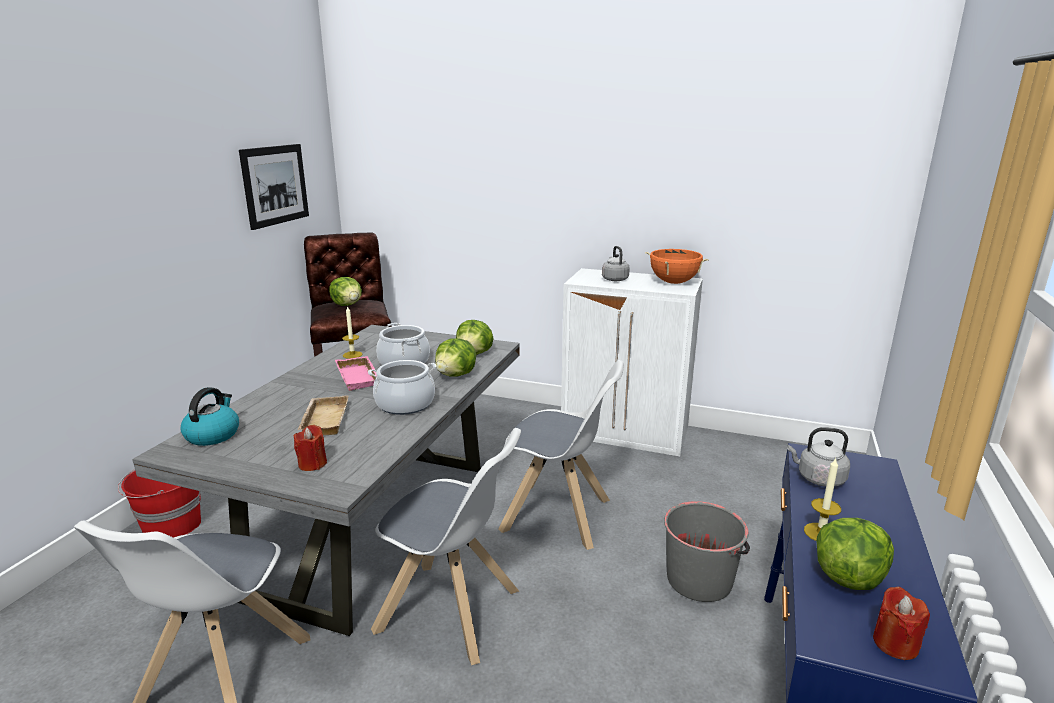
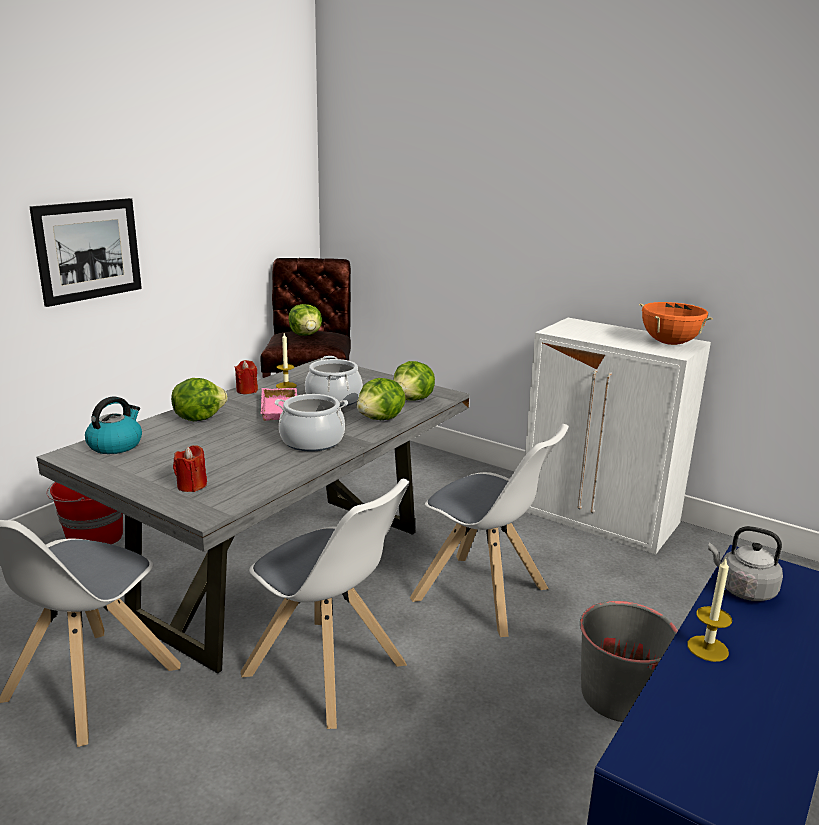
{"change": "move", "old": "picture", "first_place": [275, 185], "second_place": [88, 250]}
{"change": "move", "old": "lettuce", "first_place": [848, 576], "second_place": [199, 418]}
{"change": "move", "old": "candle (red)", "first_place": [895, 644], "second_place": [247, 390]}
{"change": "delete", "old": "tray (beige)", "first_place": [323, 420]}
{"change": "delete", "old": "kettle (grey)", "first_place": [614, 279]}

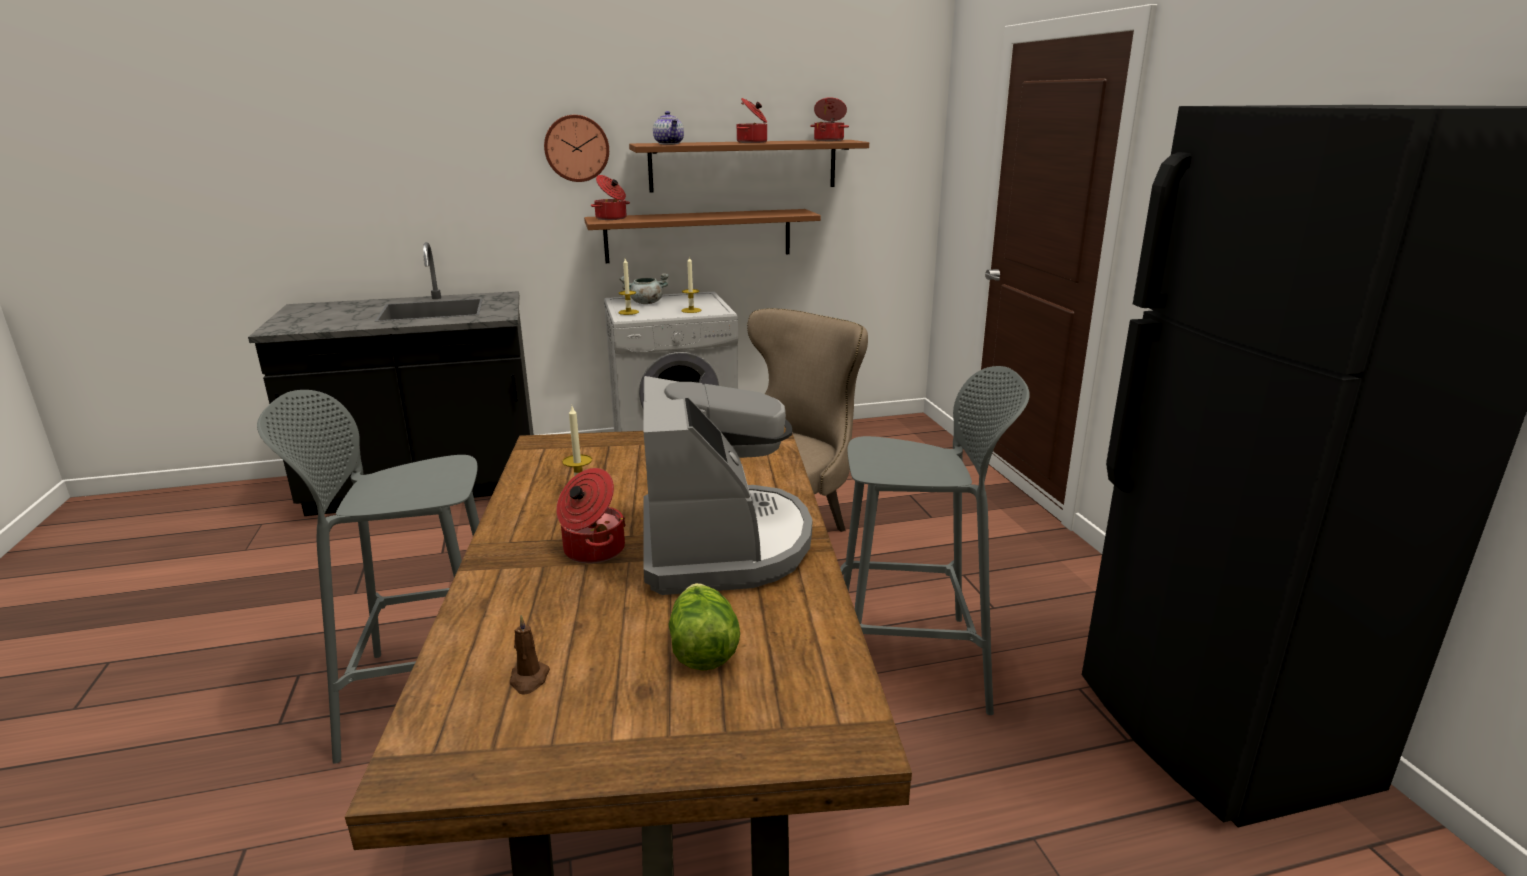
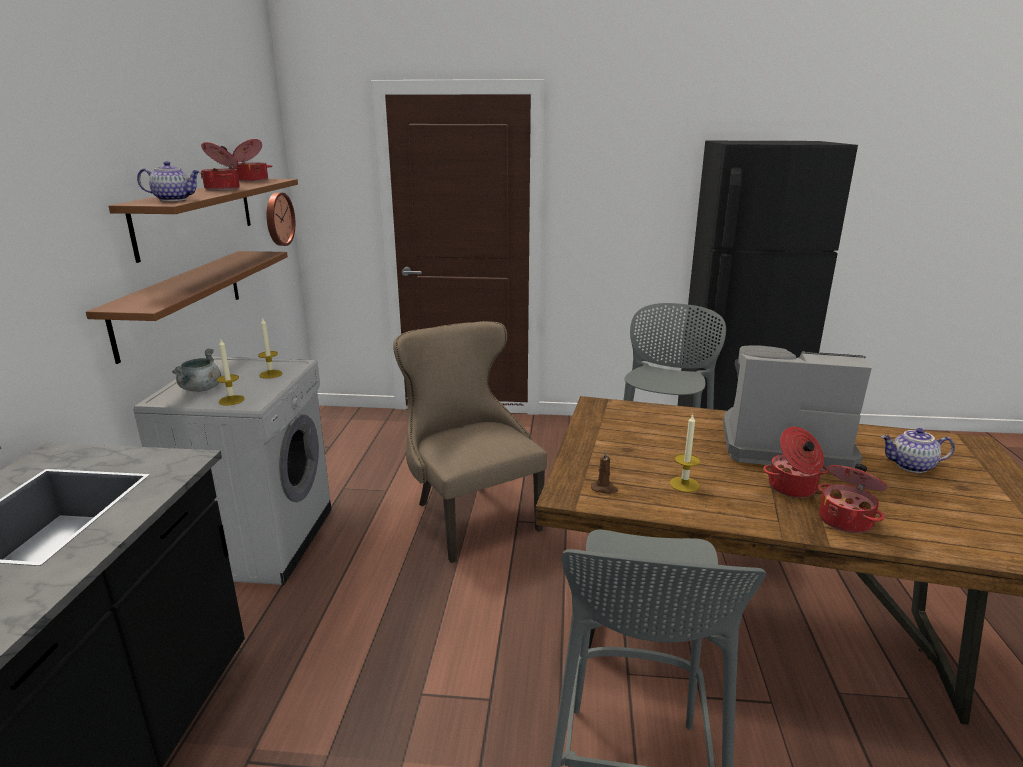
{"change": "move", "old": "wall clock", "first_place": [576, 148], "second_place": [278, 219]}
{"change": "move", "old": "candle (brown)", "first_place": [529, 679], "second_place": [604, 489]}
{"change": "move", "old": "cooking pot", "first_place": [611, 218], "second_place": [846, 520]}
{"change": "replace", "old": "lettuce", "new": "teapot", "first_place": [702, 647], "second_place": [911, 466]}

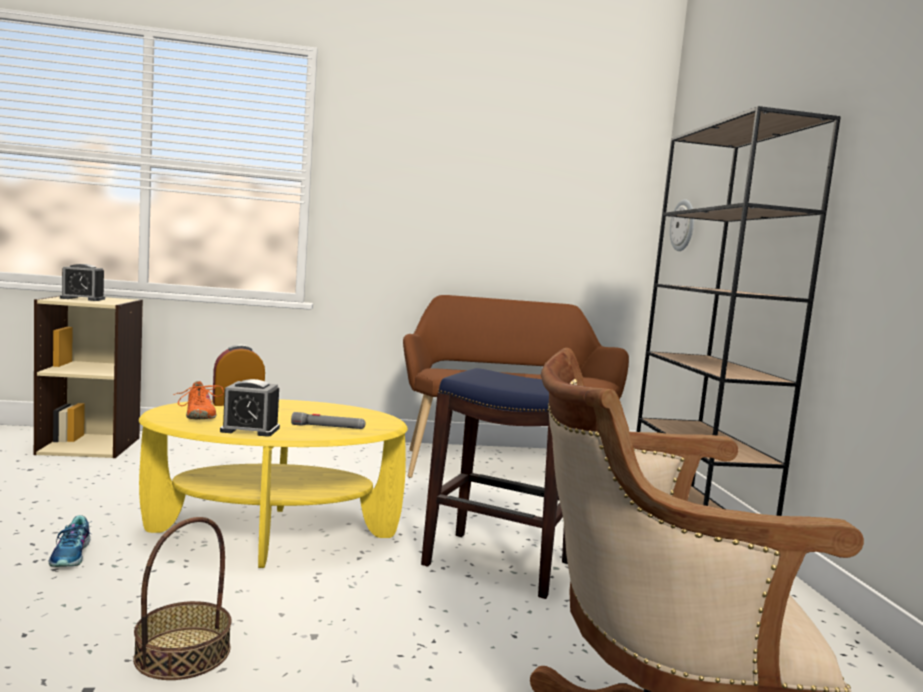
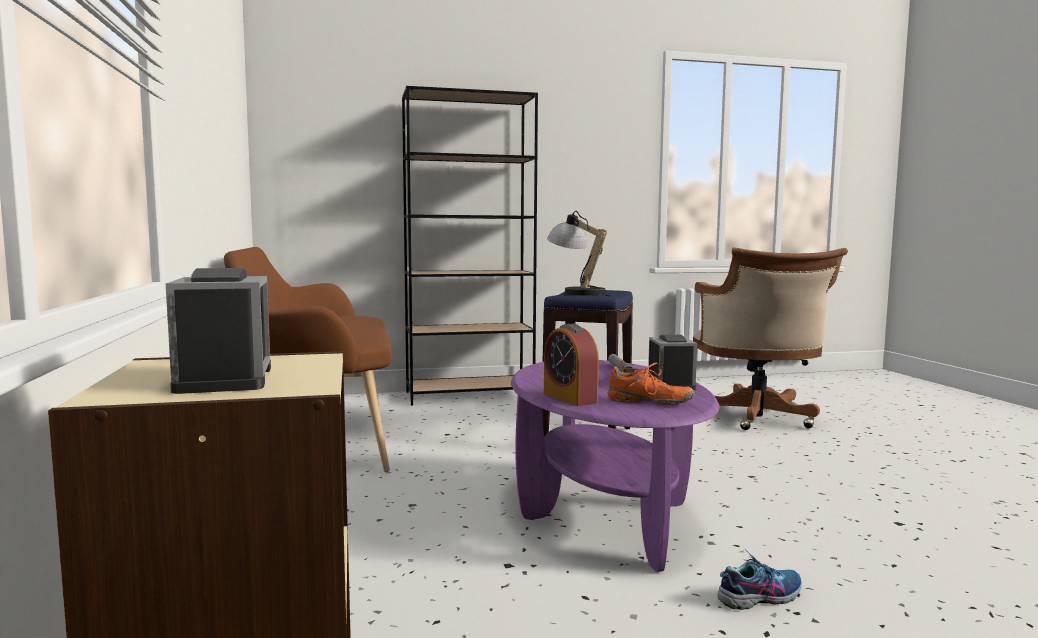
{"change": "recolor", "old": "coffee table (yellow)", "new": "coffee table (purple)", "first_place": [272, 534], "second_place": [604, 511]}
{"change": "insert", "new": "table lamp", "second_place": [577, 292]}
{"change": "rotate", "old": "shoe (orange)", "first_place": [198, 415], "second_place": [649, 402], "degrees": 45}
{"change": "delete", "old": "basket", "first_place": [183, 653]}
{"change": "delete", "old": "wall clock", "first_place": [683, 225]}

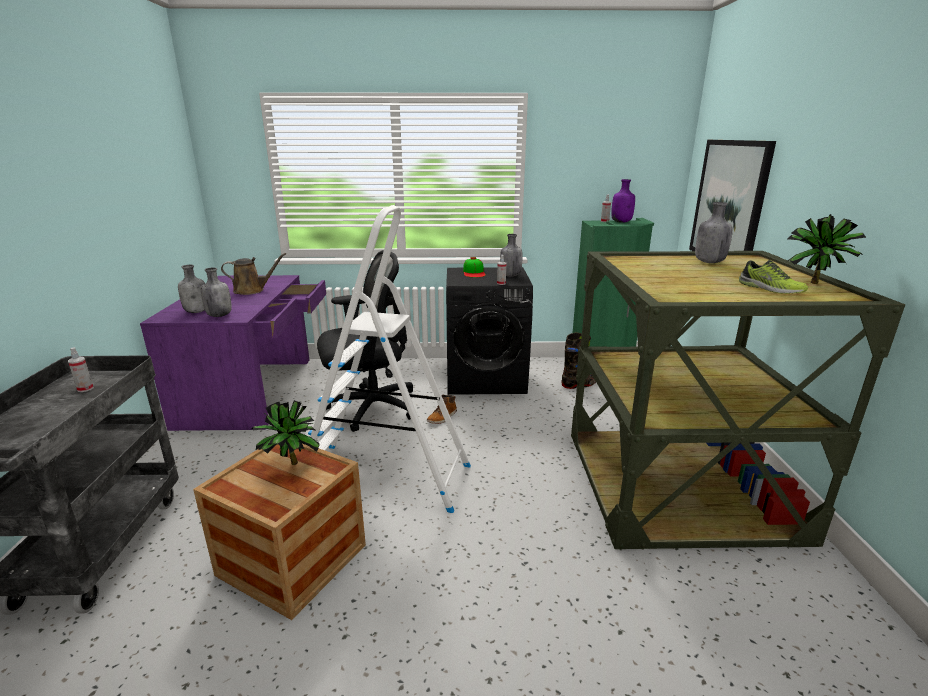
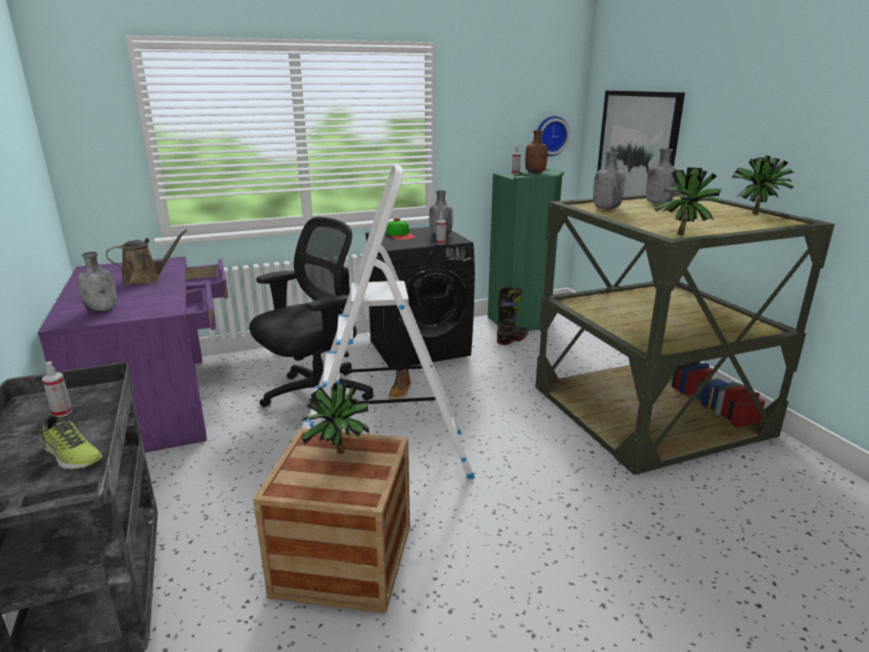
{"change": "move", "old": "shoe", "first_place": [769, 289], "second_place": [71, 455]}
{"change": "recolor", "old": "bottle (purple)", "new": "bottle (brown)", "first_place": [621, 222], "second_place": [535, 172]}
{"change": "insert", "new": "wall clock", "second_place": [550, 136]}
{"change": "move", "old": "bottle (grey)", "first_place": [219, 315], "second_place": [605, 208]}
{"change": "insert", "new": "potted plant", "second_place": [685, 235]}

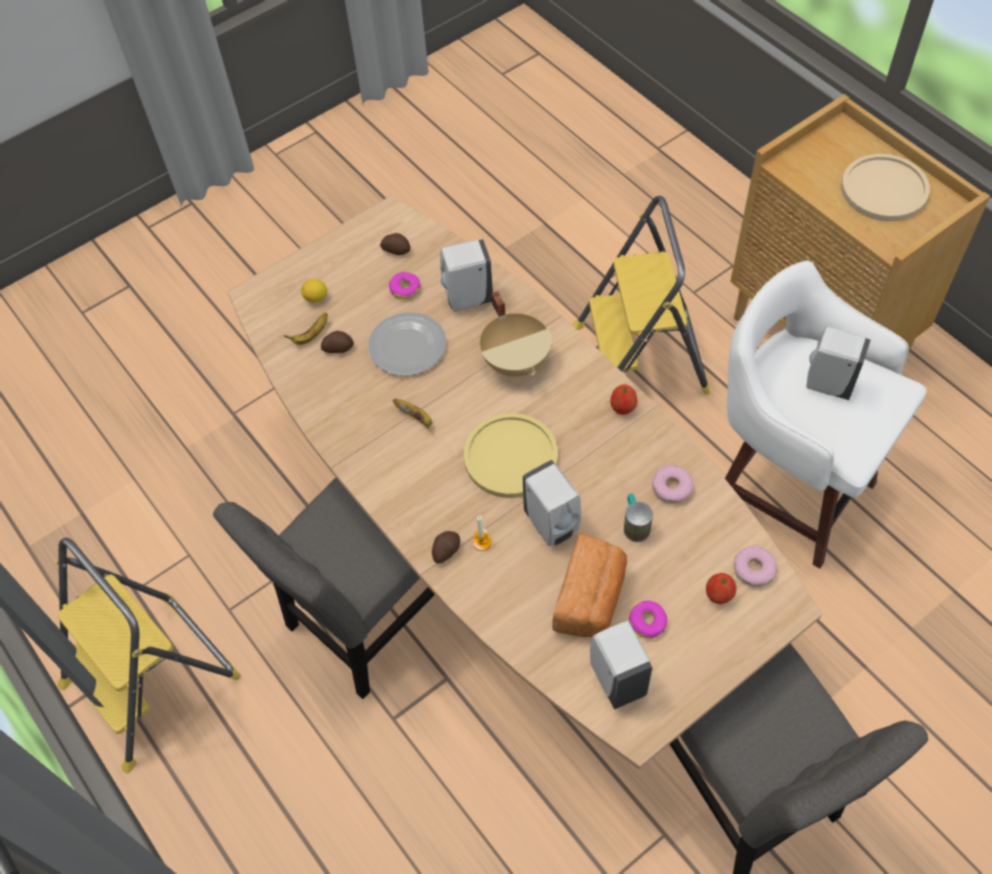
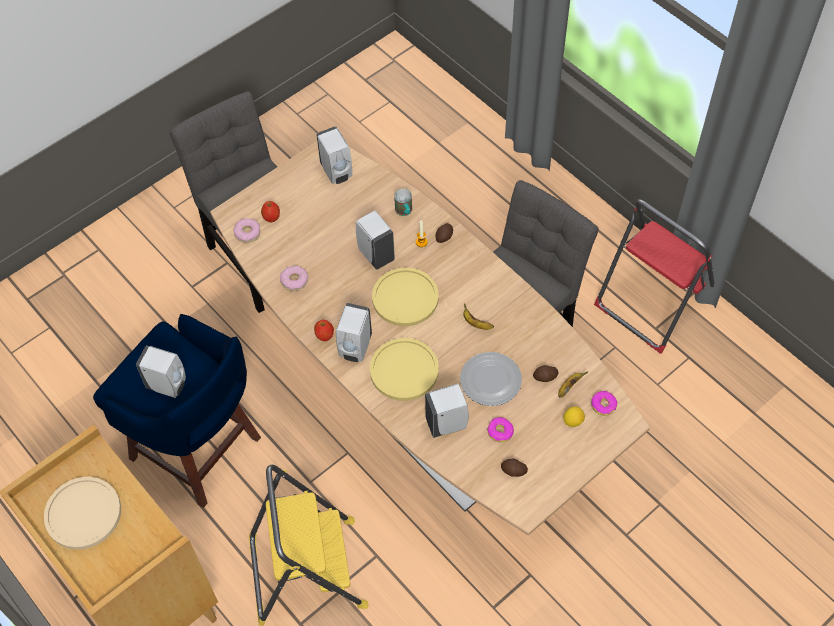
{"change": "recolor", "old": "stool (white)", "new": "stool (blue)", "first_place": [786, 489], "second_place": [199, 452]}
{"change": "insert", "new": "soap dispenser (white)", "second_place": [355, 349]}
{"change": "replace", "old": "cooking pot (beige)", "new": "plate (yellow)", "first_place": [516, 361], "second_place": [404, 370]}
{"change": "move", "old": "mug", "first_place": [634, 524], "second_place": [404, 212]}
{"change": "move", "old": "donut", "first_place": [647, 622], "second_place": [603, 405]}
{"change": "recolor", "old": "step ladder (yellow)", "new": "step ladder (red)", "first_place": [156, 676], "second_place": [652, 303]}
{"change": "delete", "old": "bread", "first_place": [591, 599]}

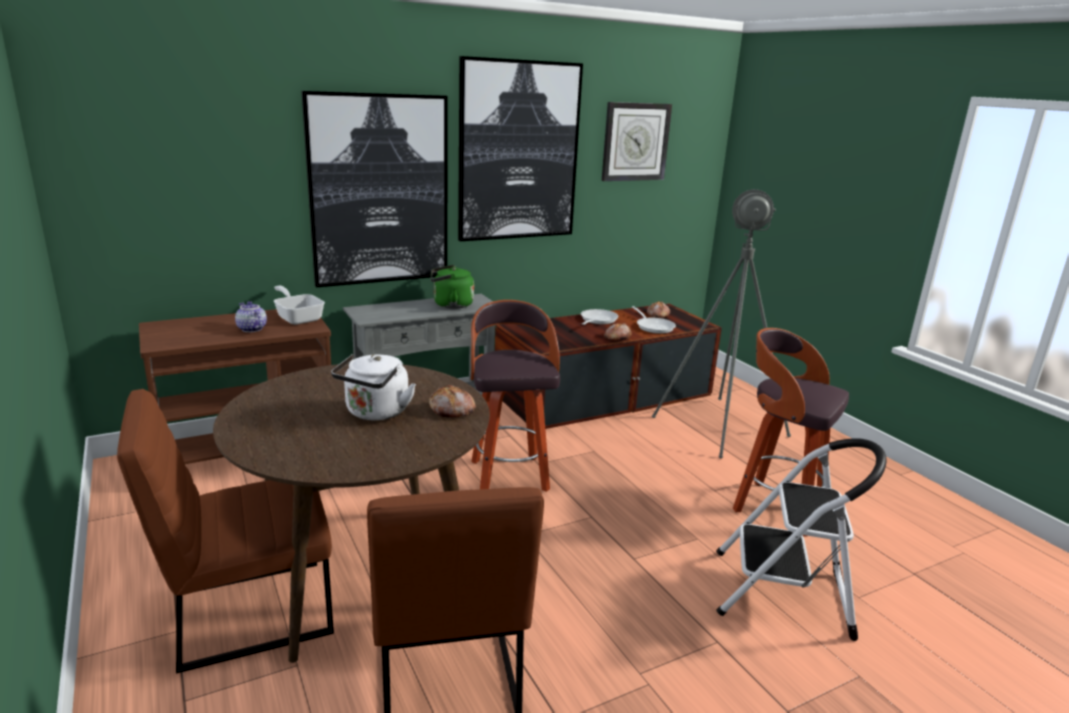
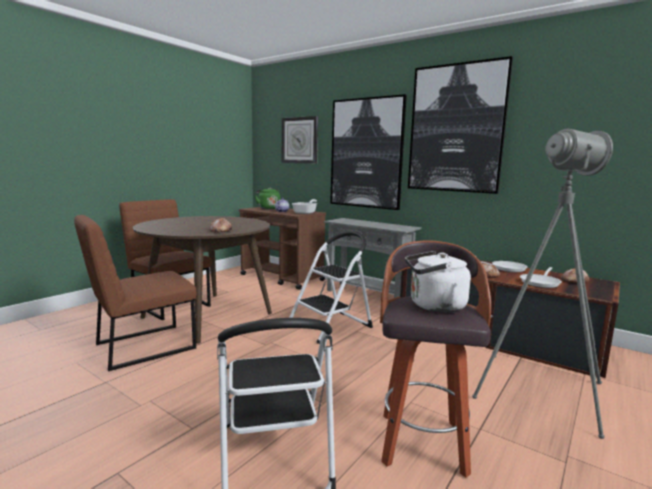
{"change": "move", "old": "kettle (green)", "first_place": [450, 305], "second_place": [268, 208]}
{"change": "move", "old": "wall clock", "first_place": [635, 142], "second_place": [299, 140]}
{"change": "replace", "old": "stool", "new": "step ladder", "first_place": [508, 475], "second_place": [332, 326]}
{"change": "move", "old": "kettle (white)", "first_place": [375, 413], "second_place": [434, 306]}

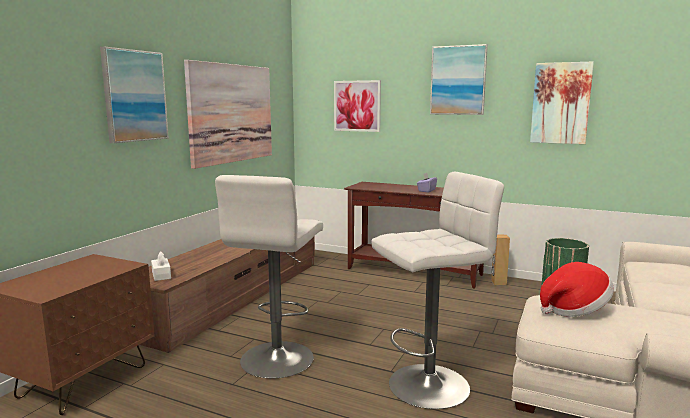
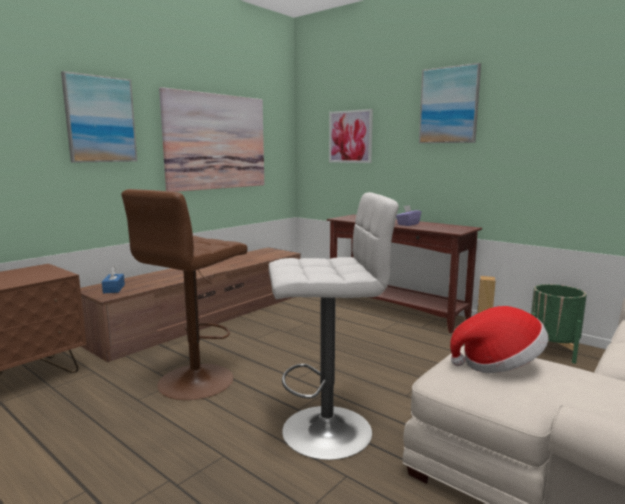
{"change": "recolor", "old": "tissue box (white)", "new": "tissue box (blue)", "first_place": [161, 275], "second_place": [114, 289]}
{"change": "recolor", "old": "stool (white)", "new": "stool (brown)", "first_place": [276, 359], "second_place": [194, 381]}
{"change": "delete", "old": "picture", "first_place": [560, 103]}

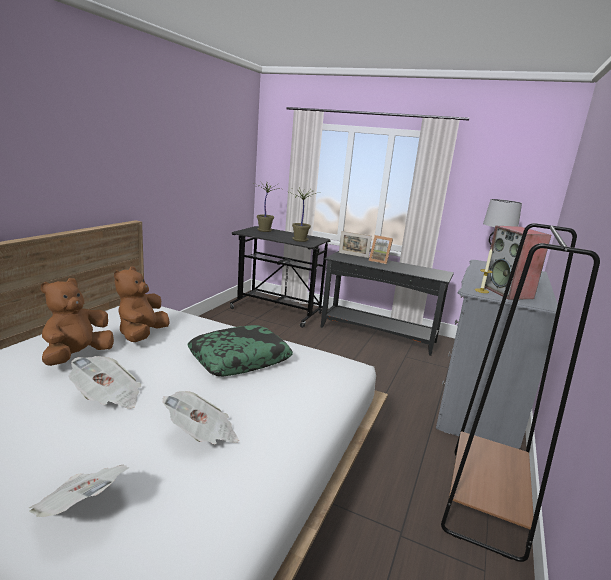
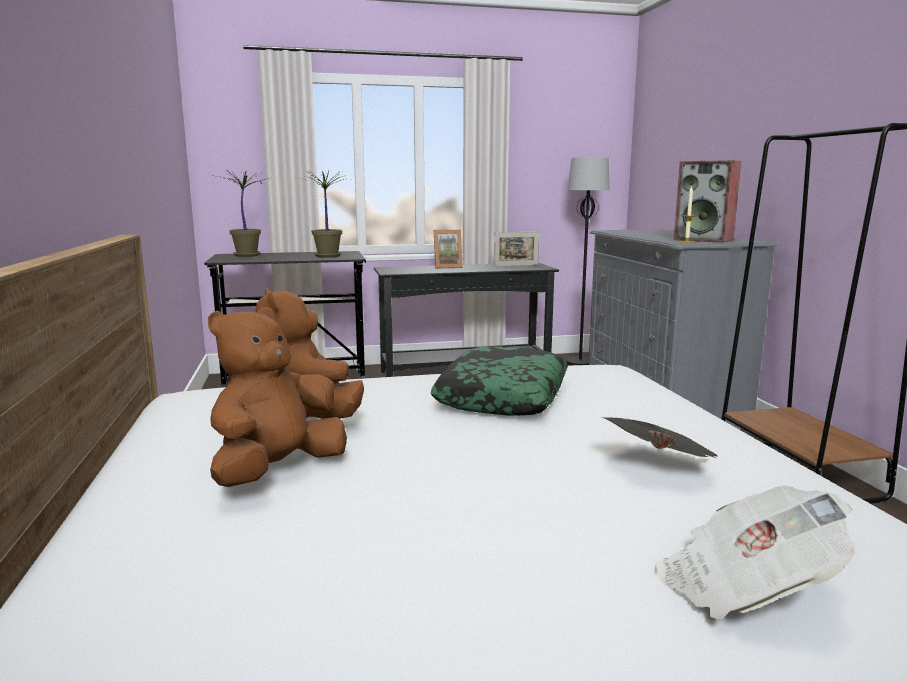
{"change": "rotate", "old": "plush toy (brown)", "first_place": [77, 356], "second_place": [277, 471], "degrees": 45}
{"change": "move", "old": "picture frame", "first_place": [353, 255], "second_place": [516, 265]}
{"change": "delete", "old": "newspaper", "first_place": [108, 397]}

